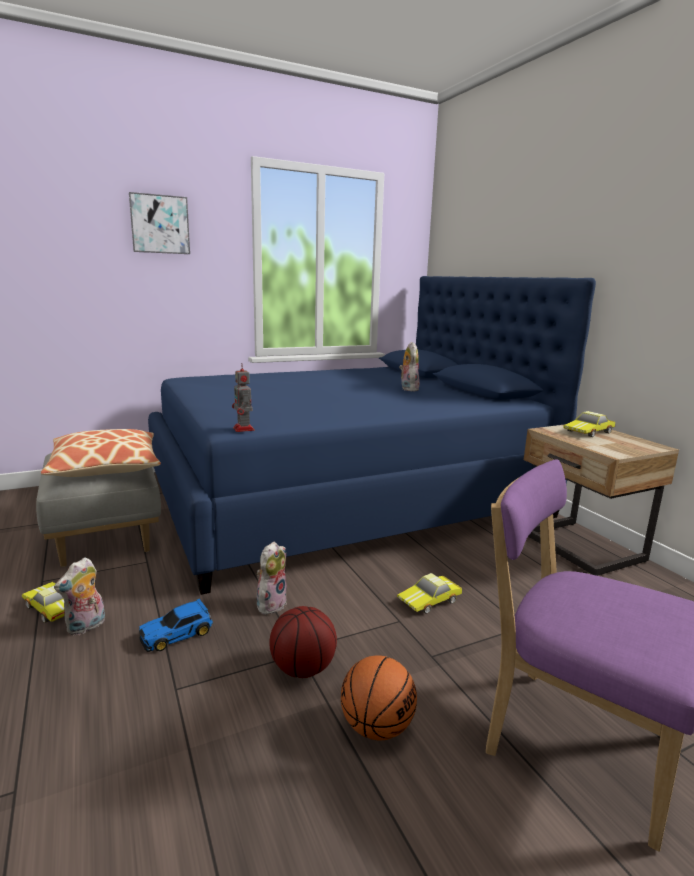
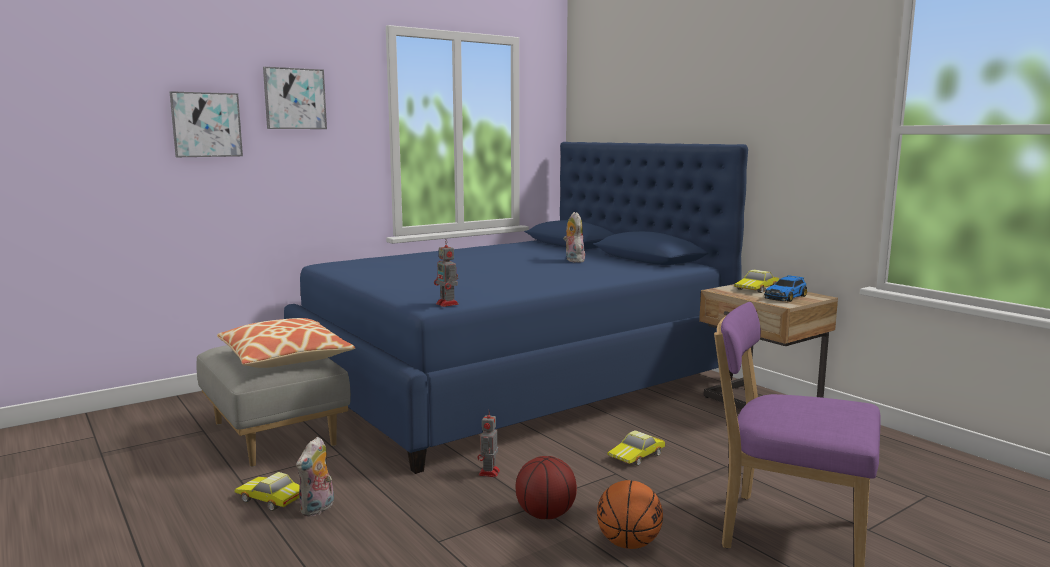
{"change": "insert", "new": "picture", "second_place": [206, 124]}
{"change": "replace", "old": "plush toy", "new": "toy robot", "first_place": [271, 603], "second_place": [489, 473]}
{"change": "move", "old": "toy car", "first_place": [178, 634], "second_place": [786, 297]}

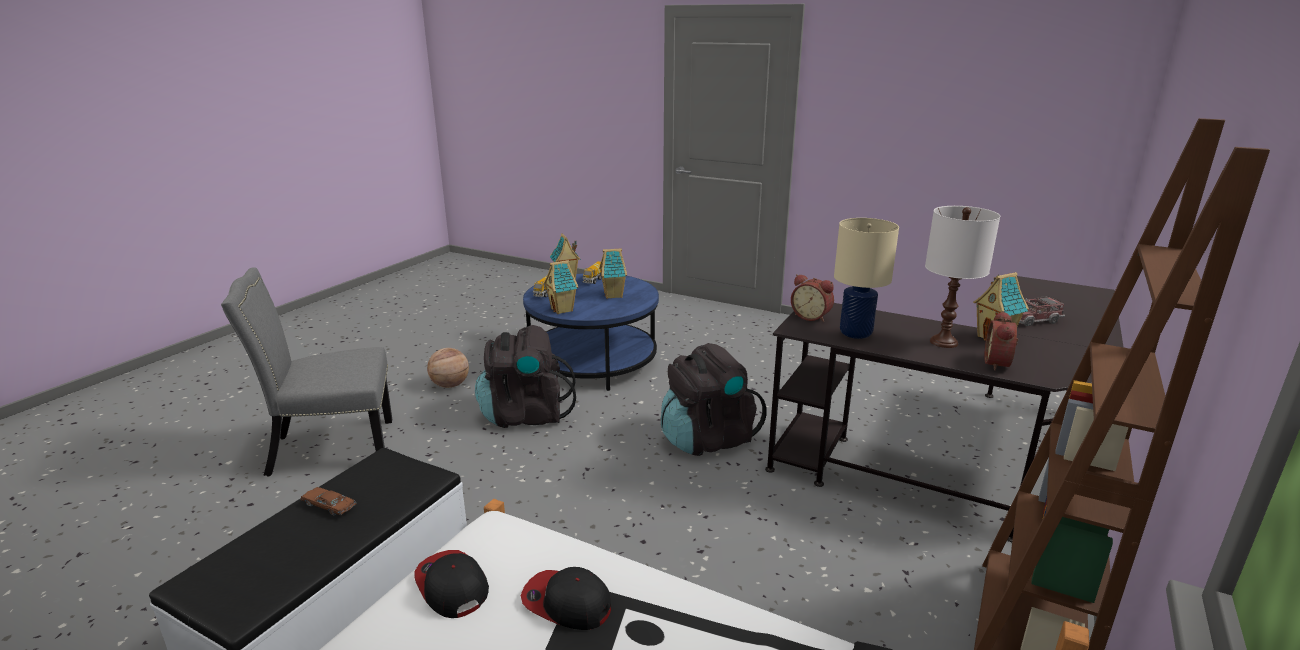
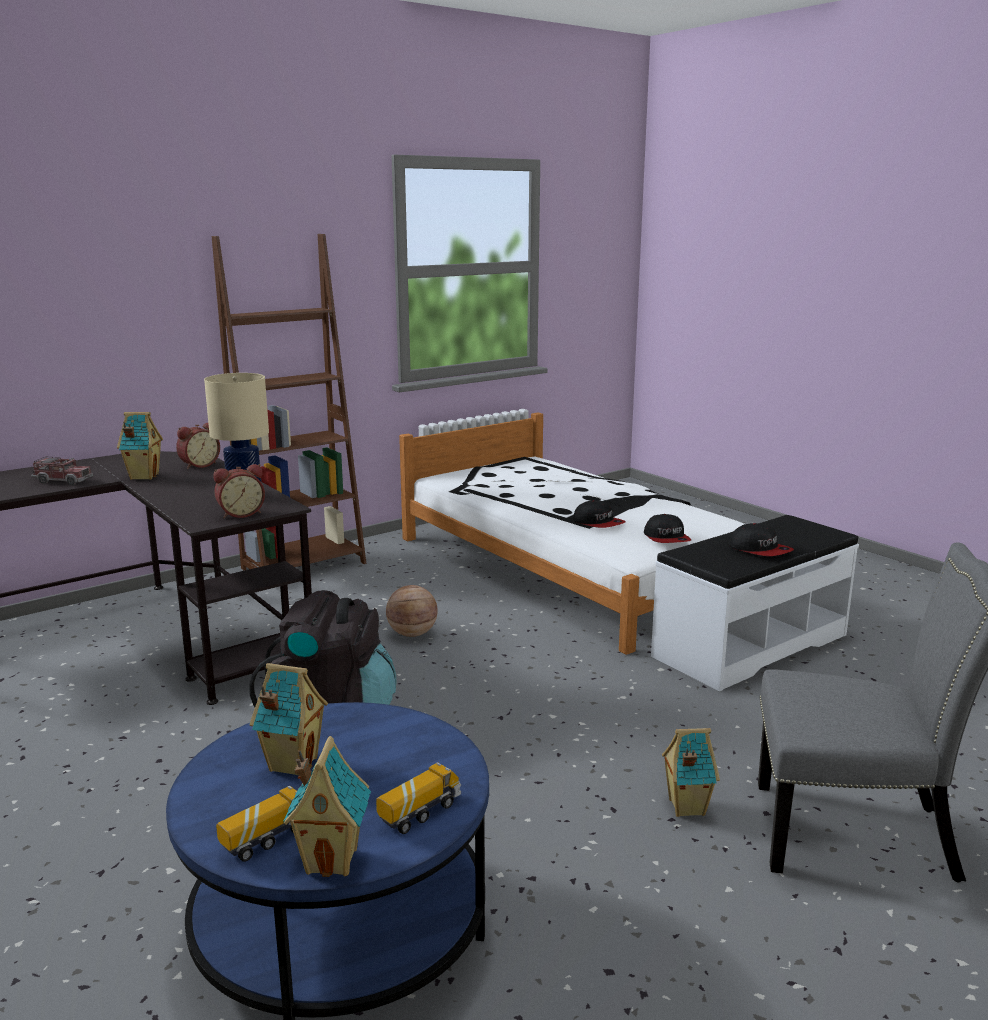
{"change": "rotate", "old": "alarm clock", "first_place": [811, 317], "second_place": [240, 514], "degrees": 90}
{"change": "move", "old": "basketball", "first_place": [450, 385], "second_place": [412, 634]}
{"change": "move", "old": "toy house", "first_place": [562, 310], "second_place": [685, 807]}
{"change": "replace", "old": "toy car (brown)", "new": "cap", "first_place": [329, 505], "second_place": [760, 550]}
{"change": "delete", "old": "backpack (black)", "first_place": [525, 415]}
{"change": "delete", "old": "table lamp (white)", "first_place": [943, 342]}

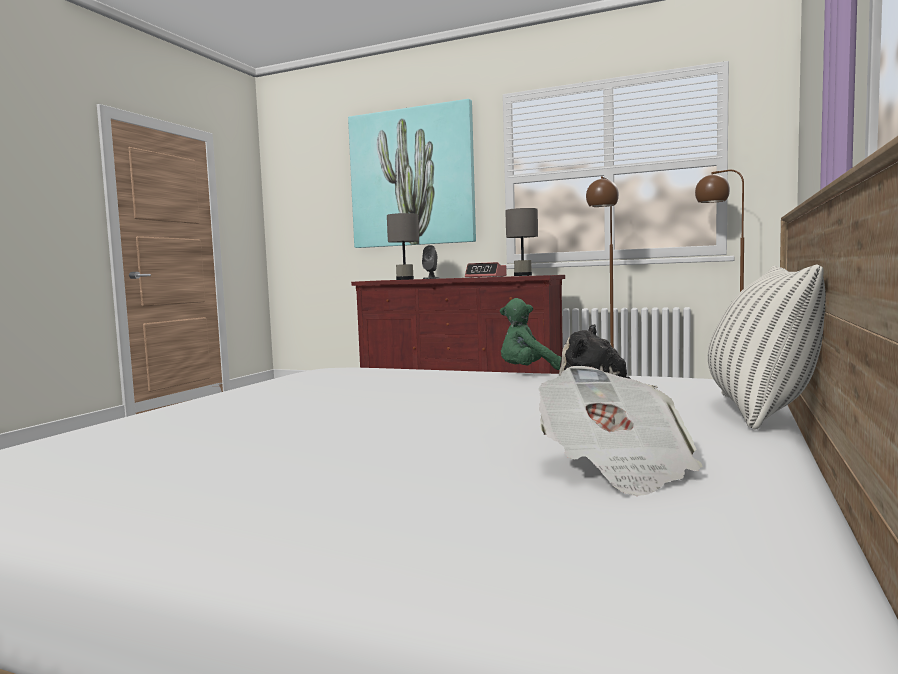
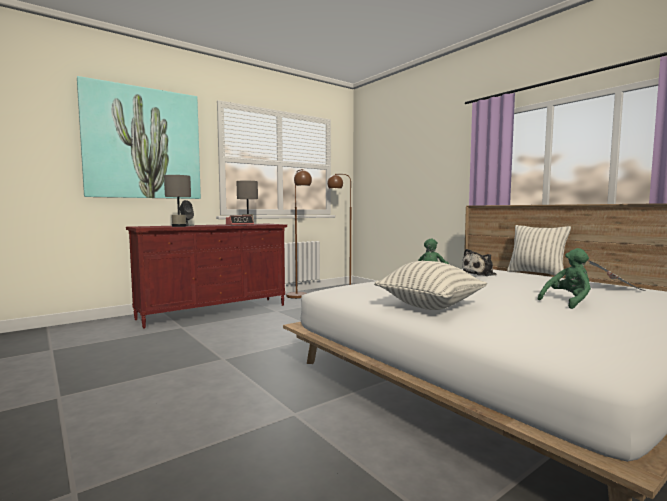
{"change": "insert", "new": "pillow", "second_place": [430, 306]}
{"change": "insert", "new": "plush toy (green)", "second_place": [568, 302]}

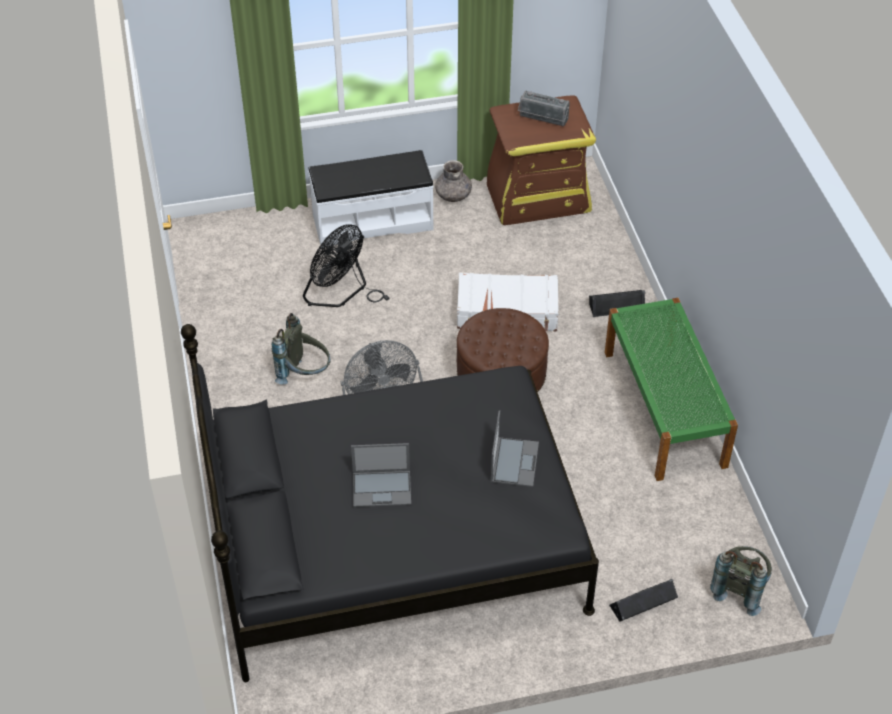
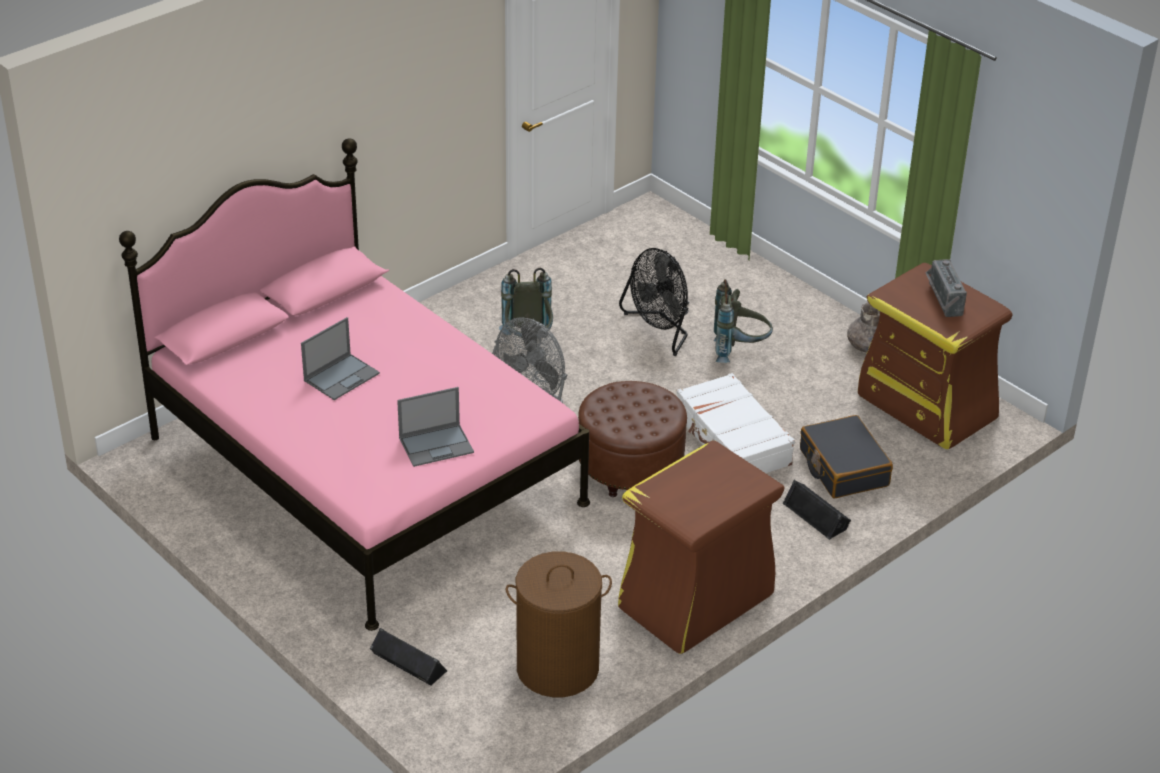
{"change": "recolor", "old": "bed (black)", "new": "bed (pink)", "first_place": [395, 543], "second_place": [365, 470]}
{"change": "rotate", "old": "laptop", "first_place": [382, 488], "second_place": [342, 376], "degrees": -105}
{"change": "insert", "new": "laundry basket (brown)", "second_place": [557, 669]}
{"change": "replace", "old": "bench (green)", "new": "nightstand (brown)", "first_place": [665, 408], "second_place": [694, 599]}
{"change": "rotate", "old": "fan (black)", "first_place": [346, 290], "second_place": [661, 327], "degrees": -135}
{"change": "move", "old": "backpack (grey)", "first_place": [739, 589], "second_place": [739, 351]}
{"change": "insert", "new": "suitcase (black)", "second_place": [843, 468]}
{"change": "delete", "old": "bench (white)", "first_place": [372, 221]}

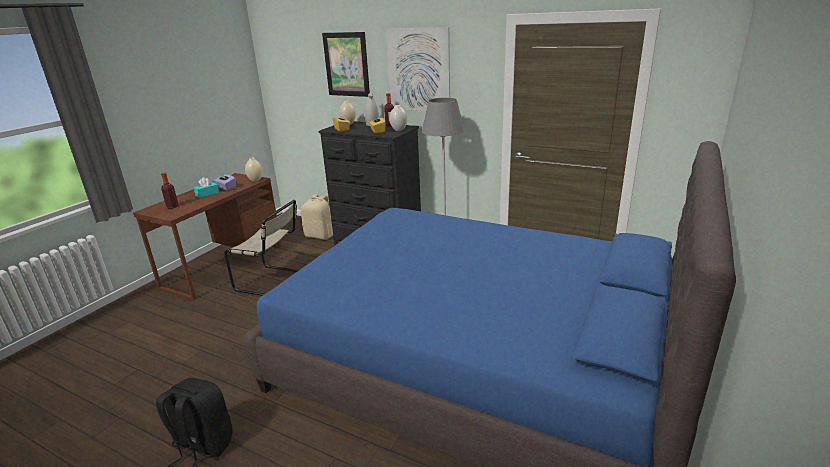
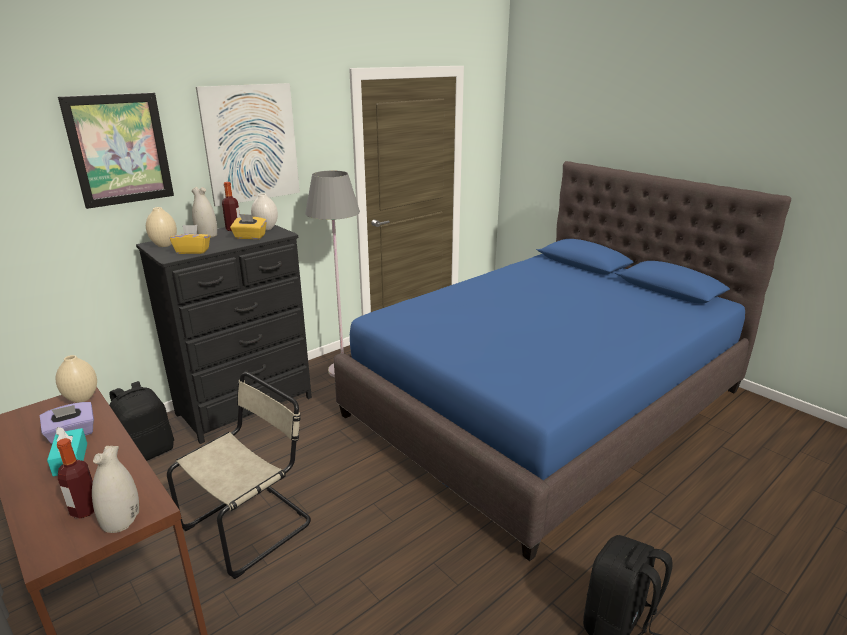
{"change": "insert", "new": "vase (white)", "second_place": [121, 520]}
{"change": "recolor", "old": "backpack (beige)", "new": "backpack (black)", "first_place": [320, 236], "second_place": [147, 452]}

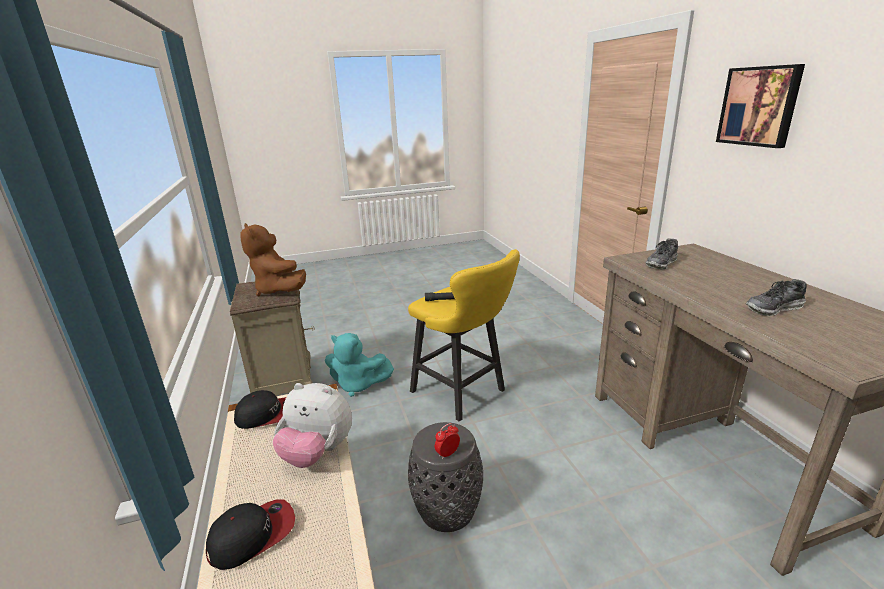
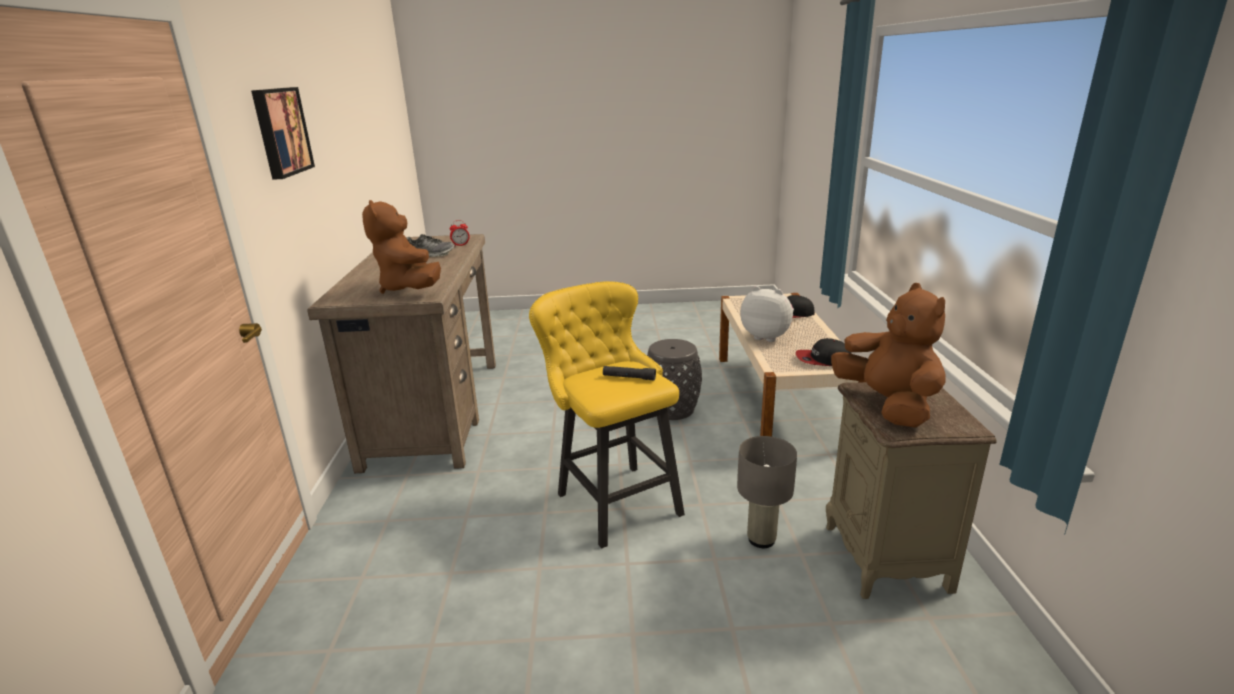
{"change": "replace", "old": "shoe", "new": "plush toy (brown)", "first_place": [661, 263], "second_place": [409, 288]}
{"change": "move", "old": "alarm clock", "first_place": [447, 453], "second_place": [460, 245]}
{"change": "replace", "old": "plush toy (turquoise)", "new": "table lamp (grey)", "first_place": [358, 385], "second_place": [762, 539]}

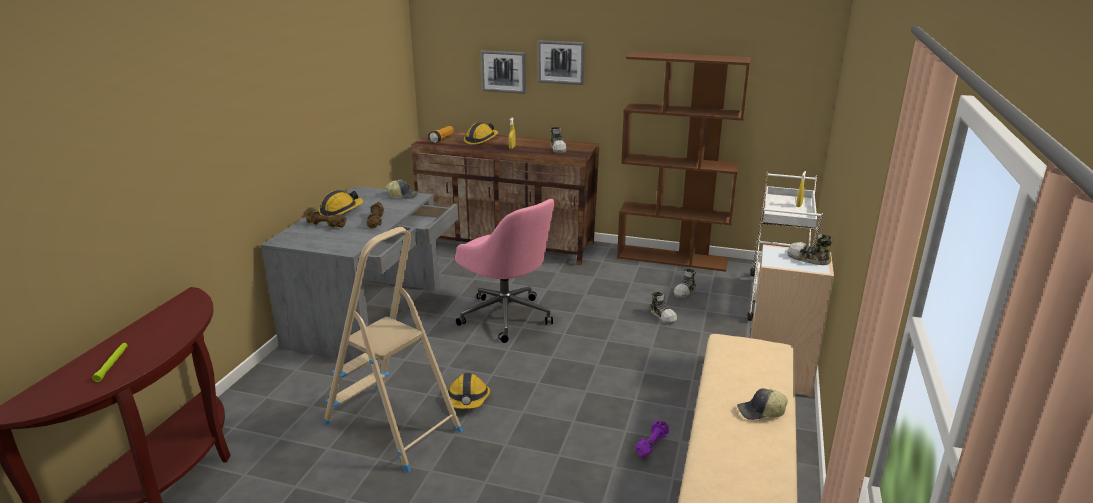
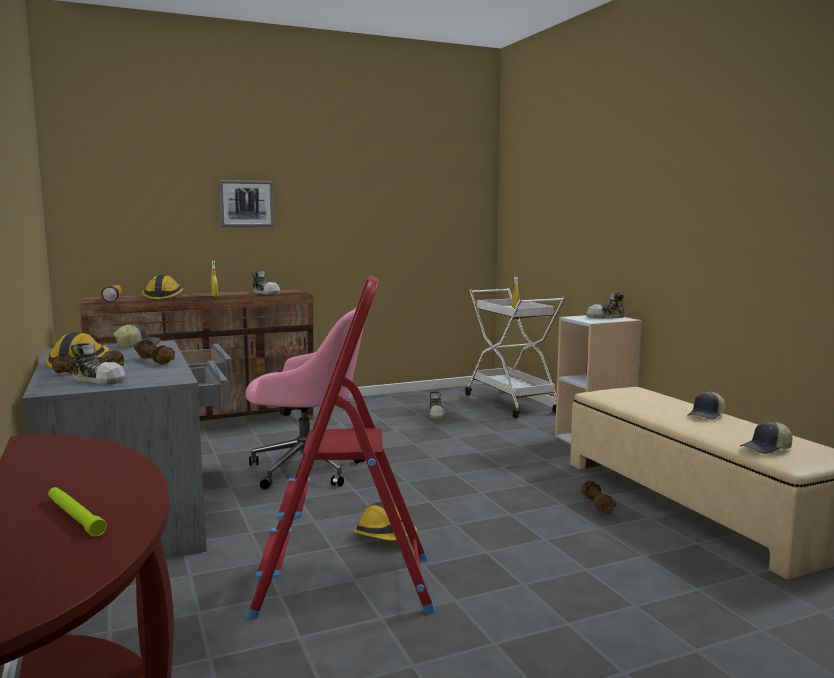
{"change": "move", "old": "shoe", "first_place": [663, 316], "second_place": [99, 380]}
{"change": "recolor", "old": "step ladder (beige)", "new": "step ladder (red)", "first_place": [391, 425], "second_place": [341, 586]}
{"change": "recolor", "old": "dumbbell (purple)", "new": "dumbbell (brown)", "first_place": [651, 445], "second_place": [597, 505]}
{"change": "insert", "new": "cap", "second_place": [766, 449]}
{"change": "delete", "old": "picture", "first_place": [504, 71]}
{"change": "delete", "old": "bookcase (brown)", "first_place": [673, 258]}

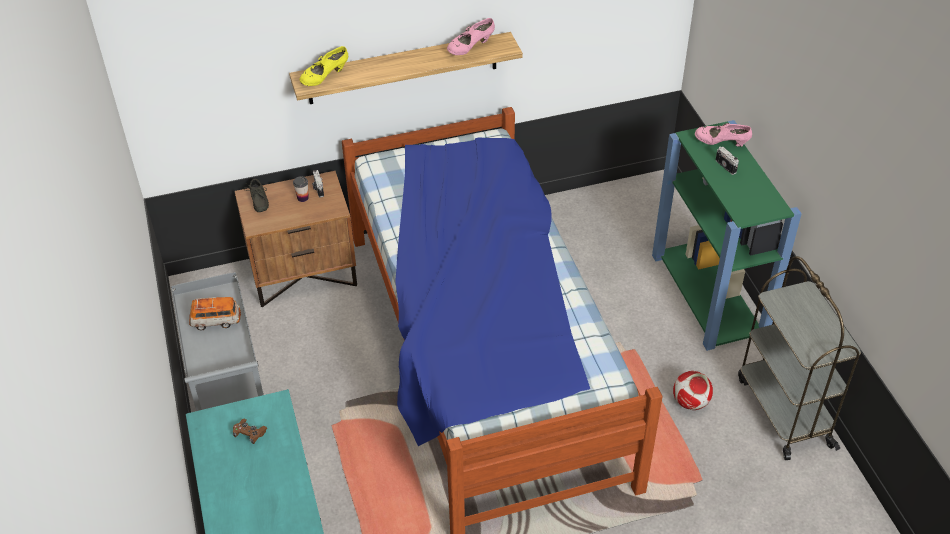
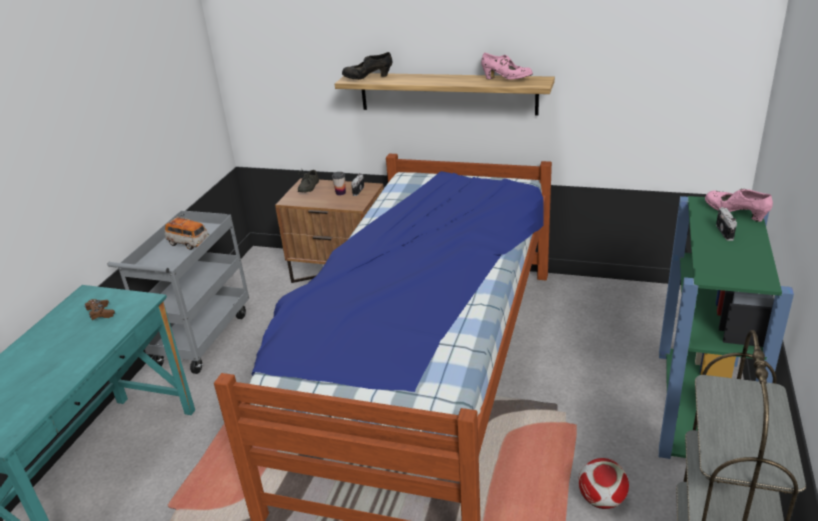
{"change": "recolor", "old": "shoe (yellow)", "new": "shoe (black)", "first_place": [325, 77], "second_place": [368, 78]}
{"change": "rotate", "old": "shoe (pink)", "first_place": [470, 48], "second_place": [506, 80], "degrees": -150}

